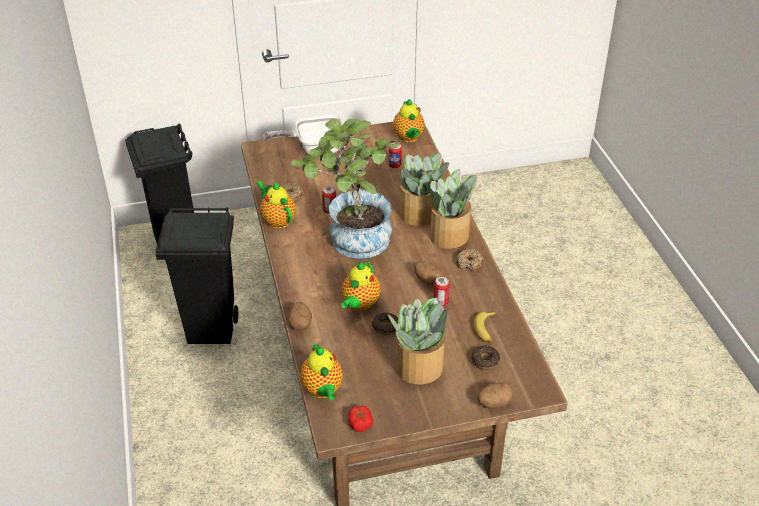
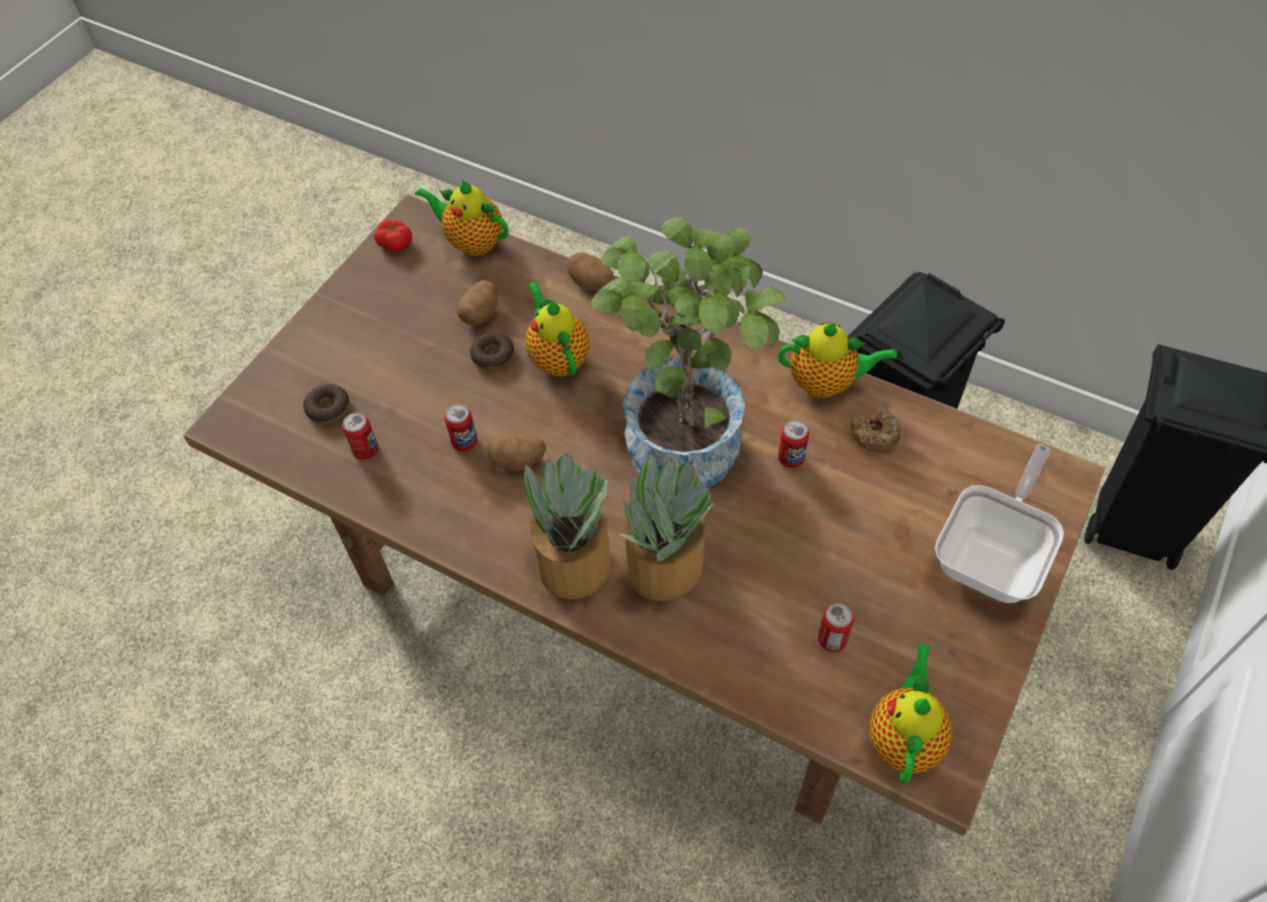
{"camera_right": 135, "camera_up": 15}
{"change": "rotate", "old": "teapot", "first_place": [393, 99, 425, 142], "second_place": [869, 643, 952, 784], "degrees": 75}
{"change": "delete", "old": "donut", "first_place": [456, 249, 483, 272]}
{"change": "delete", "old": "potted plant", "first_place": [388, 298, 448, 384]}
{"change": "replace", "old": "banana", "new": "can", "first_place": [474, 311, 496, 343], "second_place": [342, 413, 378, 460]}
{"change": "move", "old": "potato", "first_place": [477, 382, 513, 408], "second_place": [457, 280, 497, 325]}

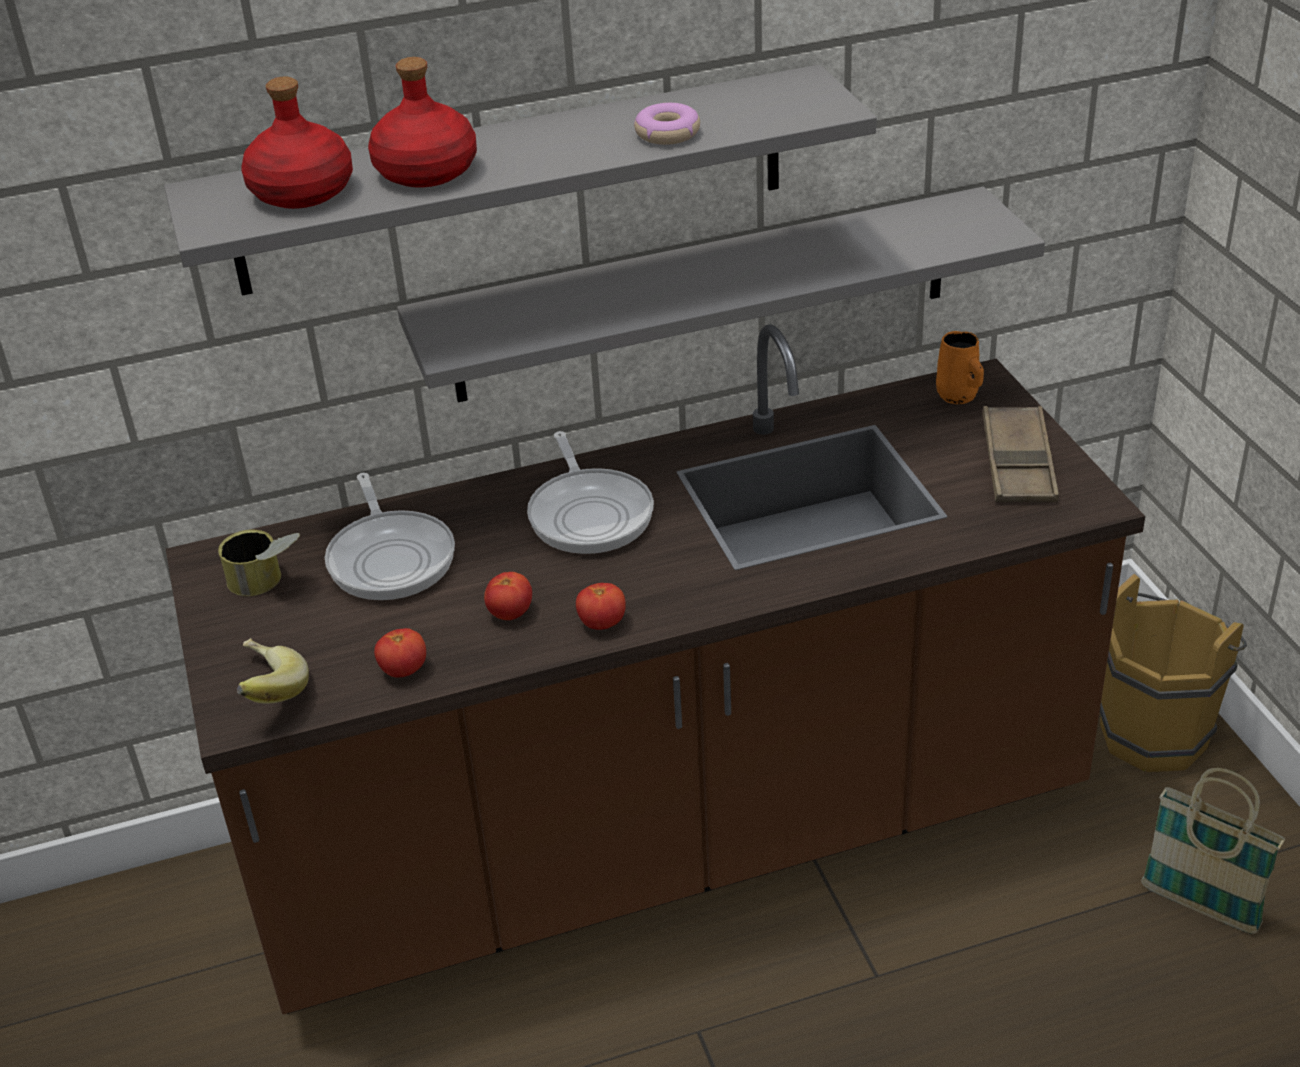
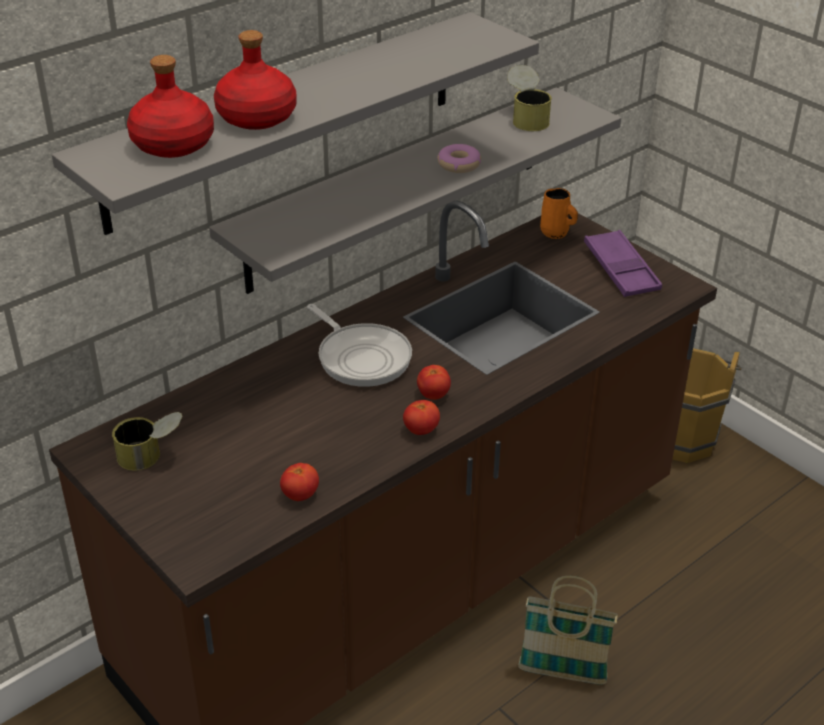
{"camera_right": -25, "camera_up": 0}
{"change": "move", "old": "donut", "first_place": [634, 103, 700, 145], "second_place": [437, 144, 481, 173]}
{"change": "recolor", "old": "brown tray", "new": "purple tray", "first_place": [982, 406, 1059, 503], "second_place": [584, 230, 662, 297]}
{"change": "delete", "old": "frying pan", "first_place": [325, 473, 455, 600]}
{"change": "move", "old": "tomato", "first_place": [484, 572, 532, 620], "second_place": [417, 365, 451, 400]}
{"change": "delete", "old": "banana", "first_place": [237, 638, 309, 704]}
{"change": "move", "old": "basket", "first_place": [1141, 768, 1285, 934], "second_place": [518, 576, 618, 685]}
{"change": "insert", "new": "can", "second_place": [507, 65, 552, 131]}

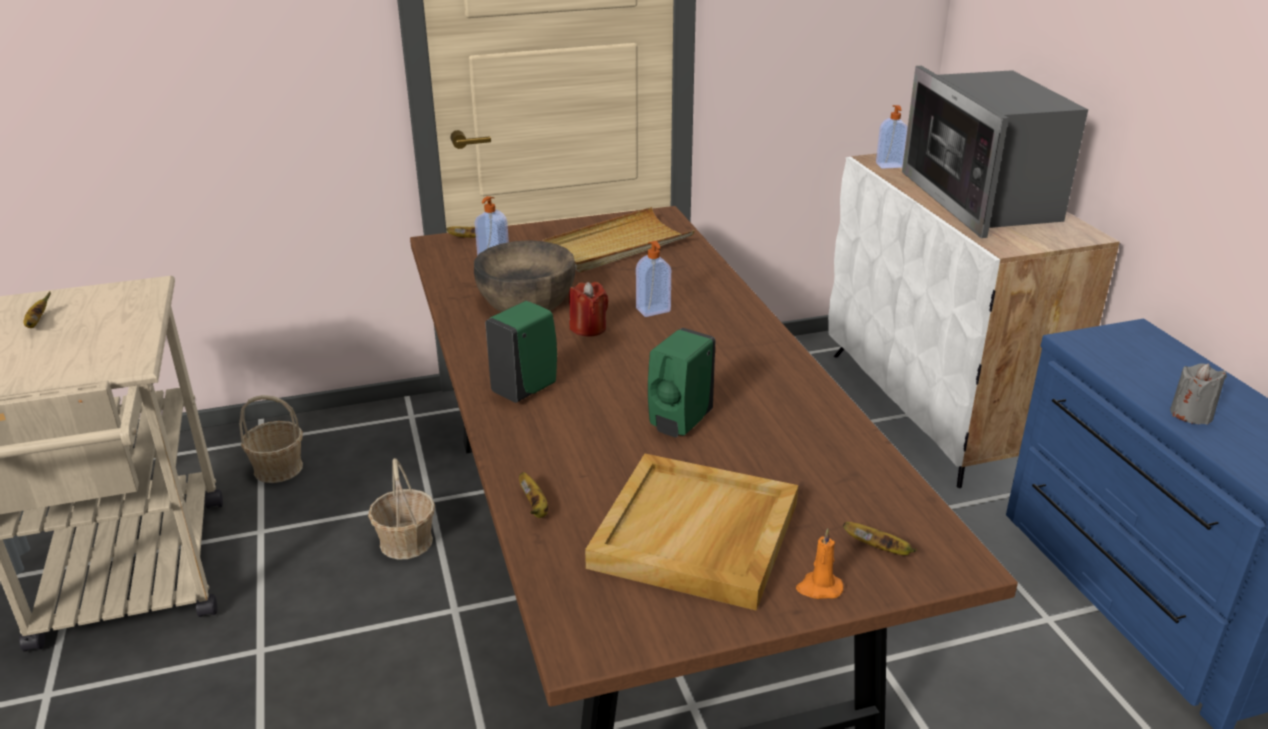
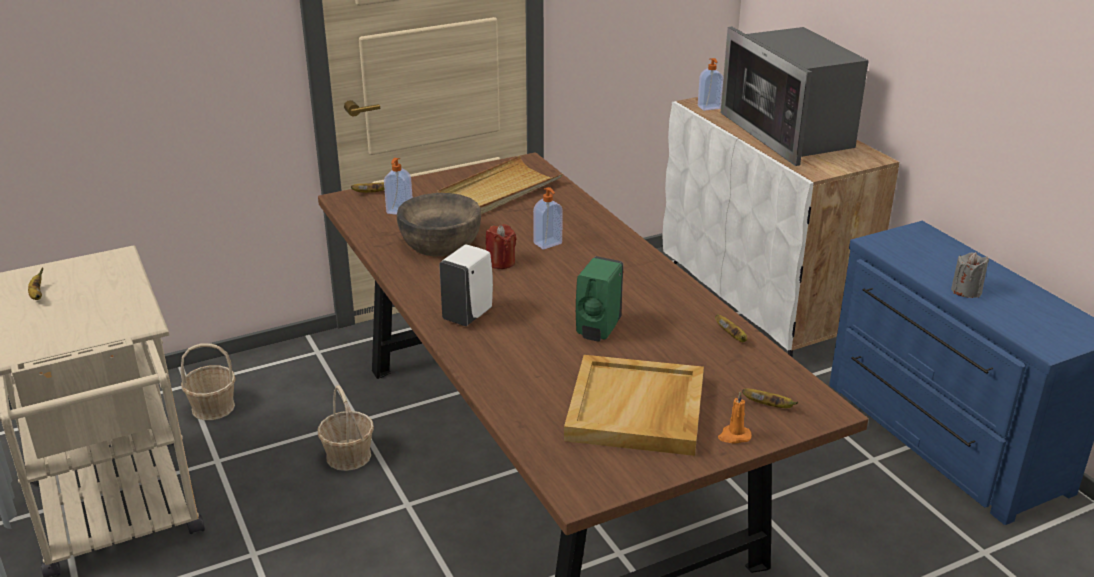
{"camera_right": -10, "camera_up": 0}
{"change": "recolor", "old": "green soap dispenser", "new": "white soap dispenser", "first_place": [485, 301, 557, 403], "second_place": [439, 244, 493, 326]}
{"change": "move", "old": "banana", "first_place": [519, 472, 548, 518], "second_place": [715, 315, 747, 342]}

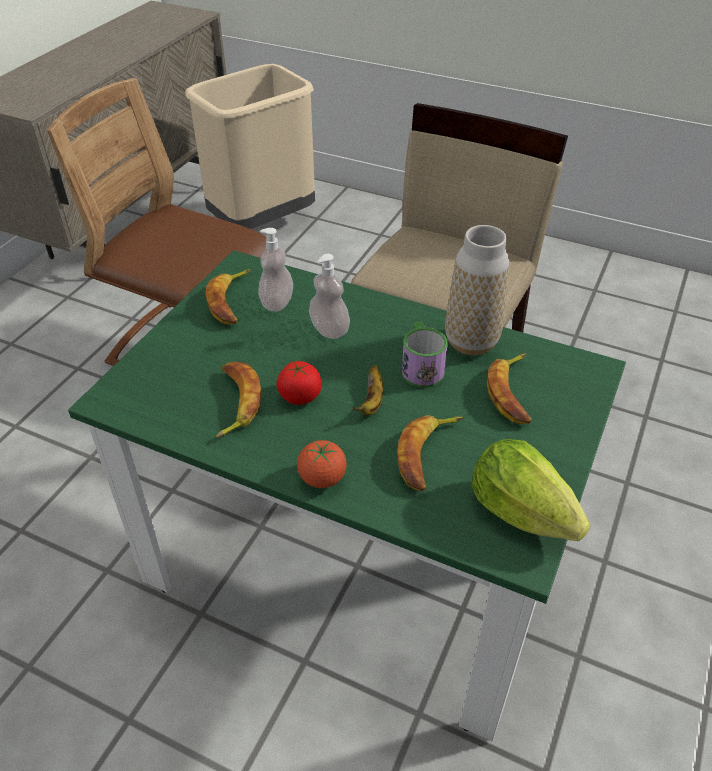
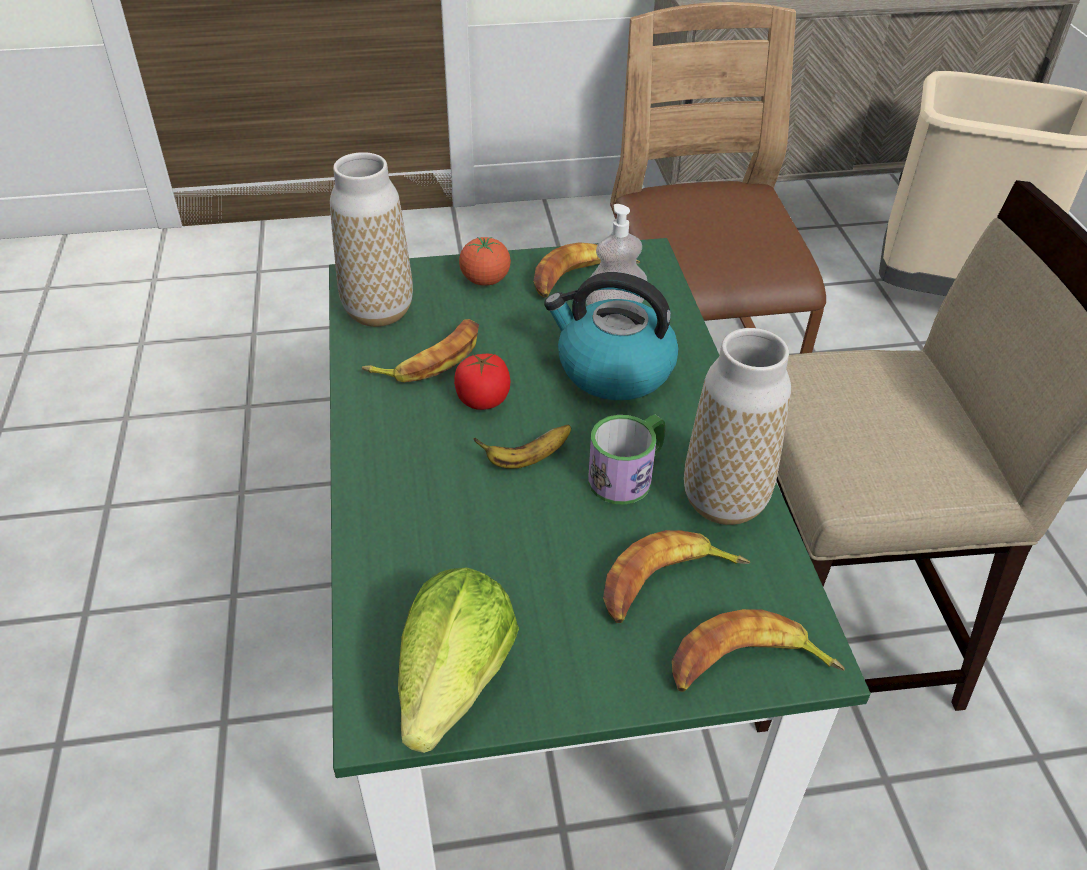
{"camera_right": 55, "camera_up": 0}
{"change": "replace", "old": "soap dispenser", "new": "kettle", "first_place": [309, 254, 350, 339], "second_place": [544, 272, 679, 400]}
{"change": "move", "old": "banana", "first_place": [397, 415, 464, 492], "second_place": [672, 609, 845, 692]}
{"change": "move", "old": "tomato", "first_place": [297, 440, 347, 488], "second_place": [459, 237, 511, 286]}
{"change": "insert", "new": "vase", "second_place": [330, 152, 413, 327]}

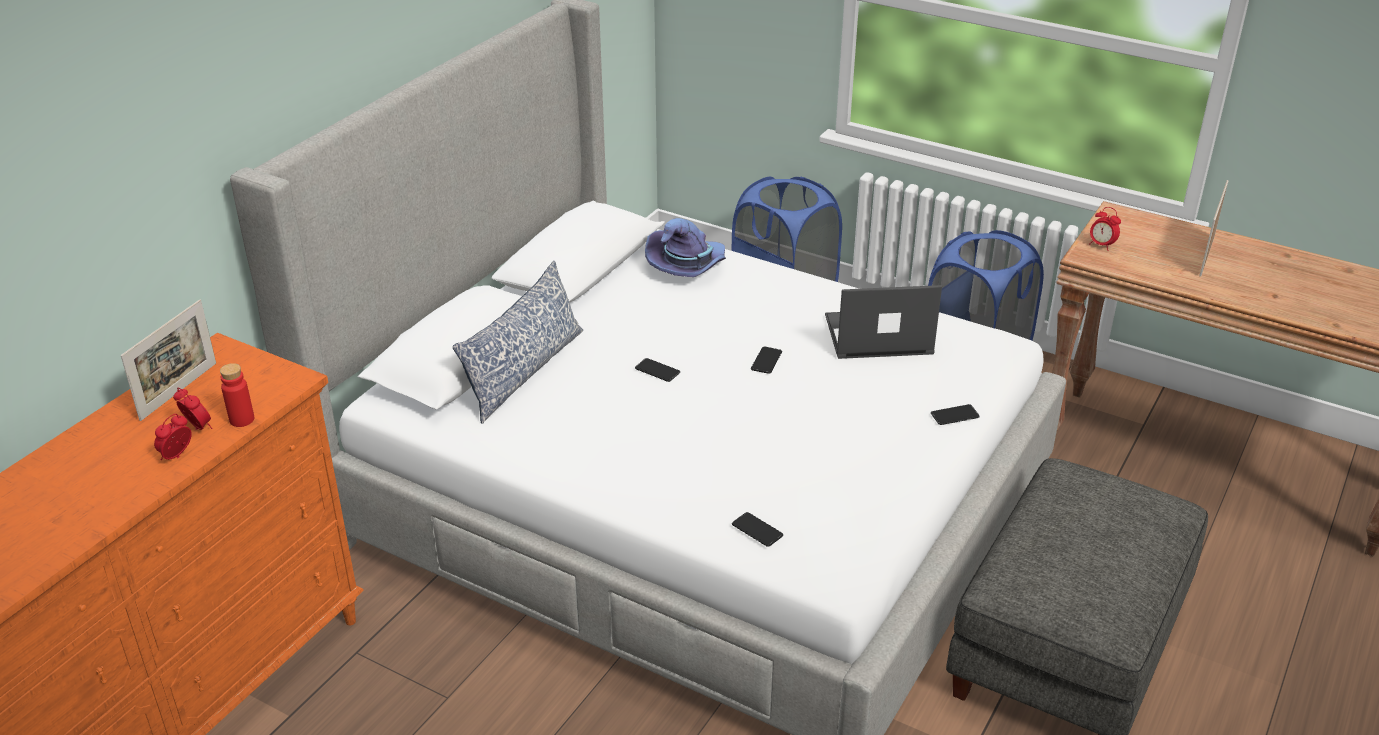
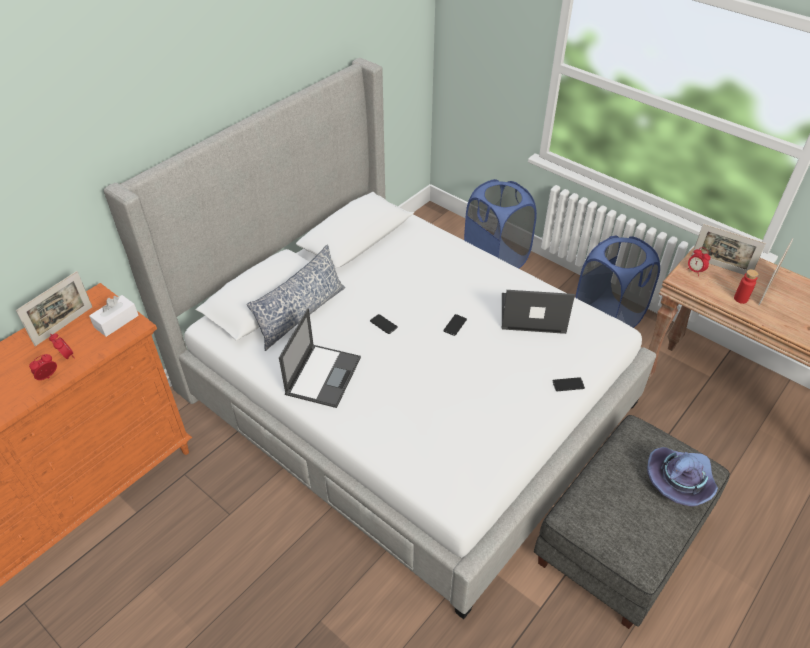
{"camera_right": 10, "camera_up": 10}
{"change": "move", "old": "purple hat", "first_place": [645, 218, 726, 277], "second_place": [647, 447, 718, 507]}
{"change": "move", "old": "red bottle", "first_place": [220, 363, 254, 427], "second_place": [734, 269, 759, 304]}
{"change": "delete", "old": "phone", "first_place": [732, 512, 783, 547]}
{"change": "insert", "new": "picture frame", "second_place": [691, 224, 766, 275]}
{"change": "insert", "new": "white tissue box", "second_place": [89, 295, 139, 337]}
{"change": "insert", "new": "laptop", "second_place": [279, 308, 361, 408]}

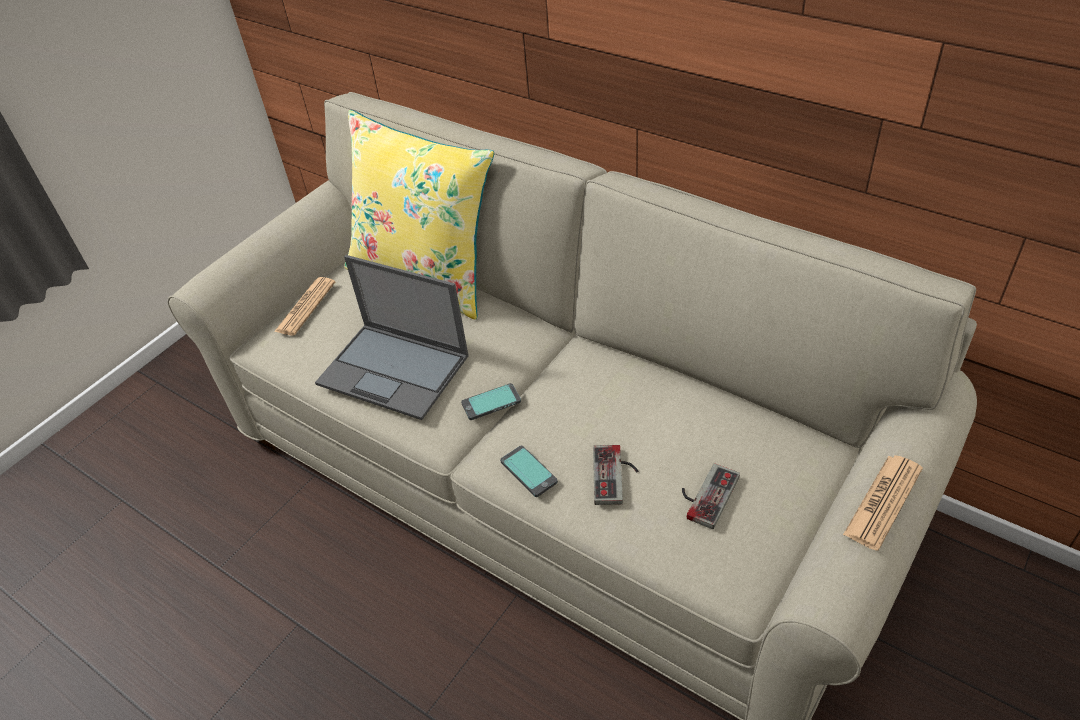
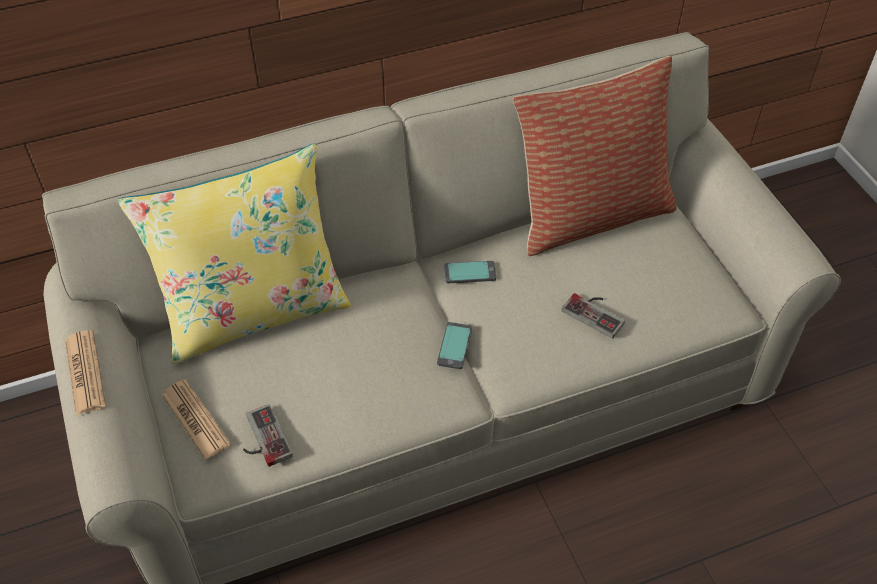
{"camera_right": -60, "camera_up": 5}
{"change": "delete", "old": "laptop", "first_place": [315, 255, 469, 420]}
{"change": "move", "old": "phone", "first_place": [500, 446, 558, 497], "second_place": [444, 261, 496, 283]}
{"change": "move", "old": "newspaper", "first_place": [843, 455, 923, 551], "second_place": [65, 330, 106, 415]}
{"change": "move", "old": "game controller", "first_place": [682, 463, 740, 529], "second_place": [243, 404, 293, 467]}
{"change": "insert", "new": "pillow", "second_place": [513, 56, 676, 256]}

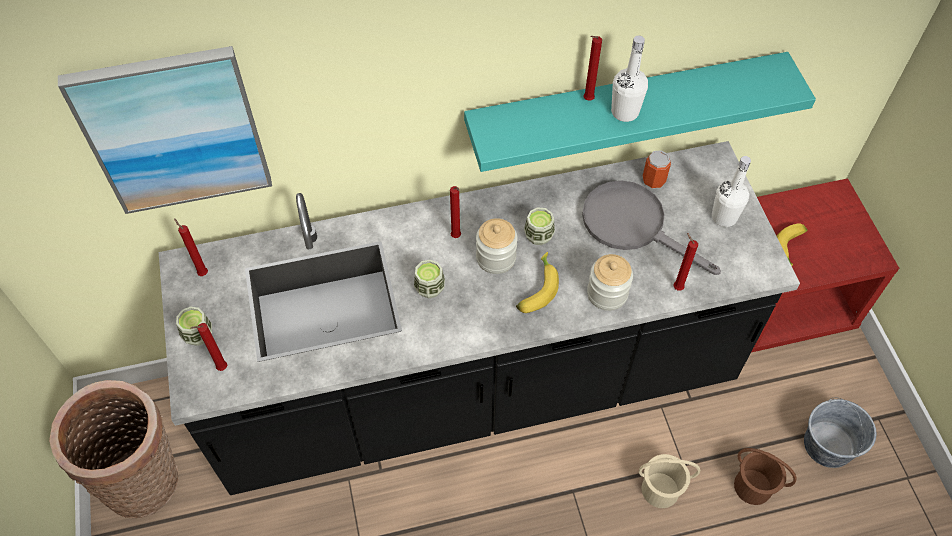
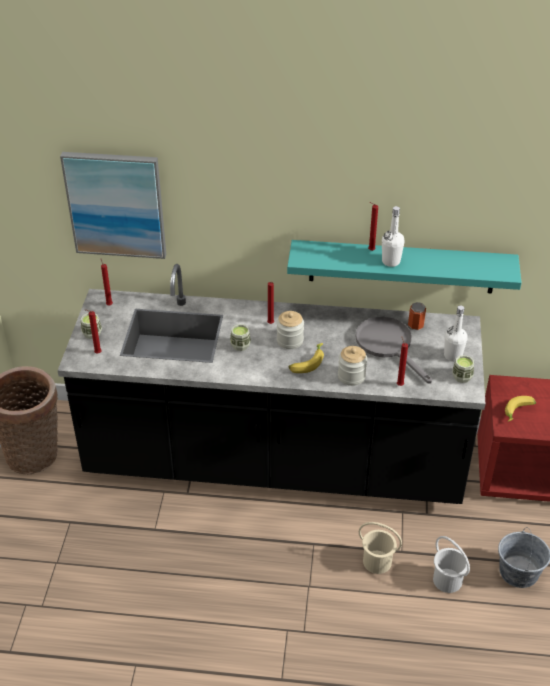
{"camera_right": 20, "camera_up": -15}
{"change": "move", "old": "cup", "first_place": [524, 207, 555, 245], "second_place": [453, 355, 474, 383]}
{"change": "recolor", "old": "brown bucket", "new": "white bucket", "first_place": [734, 448, 796, 505], "second_place": [433, 536, 470, 593]}

